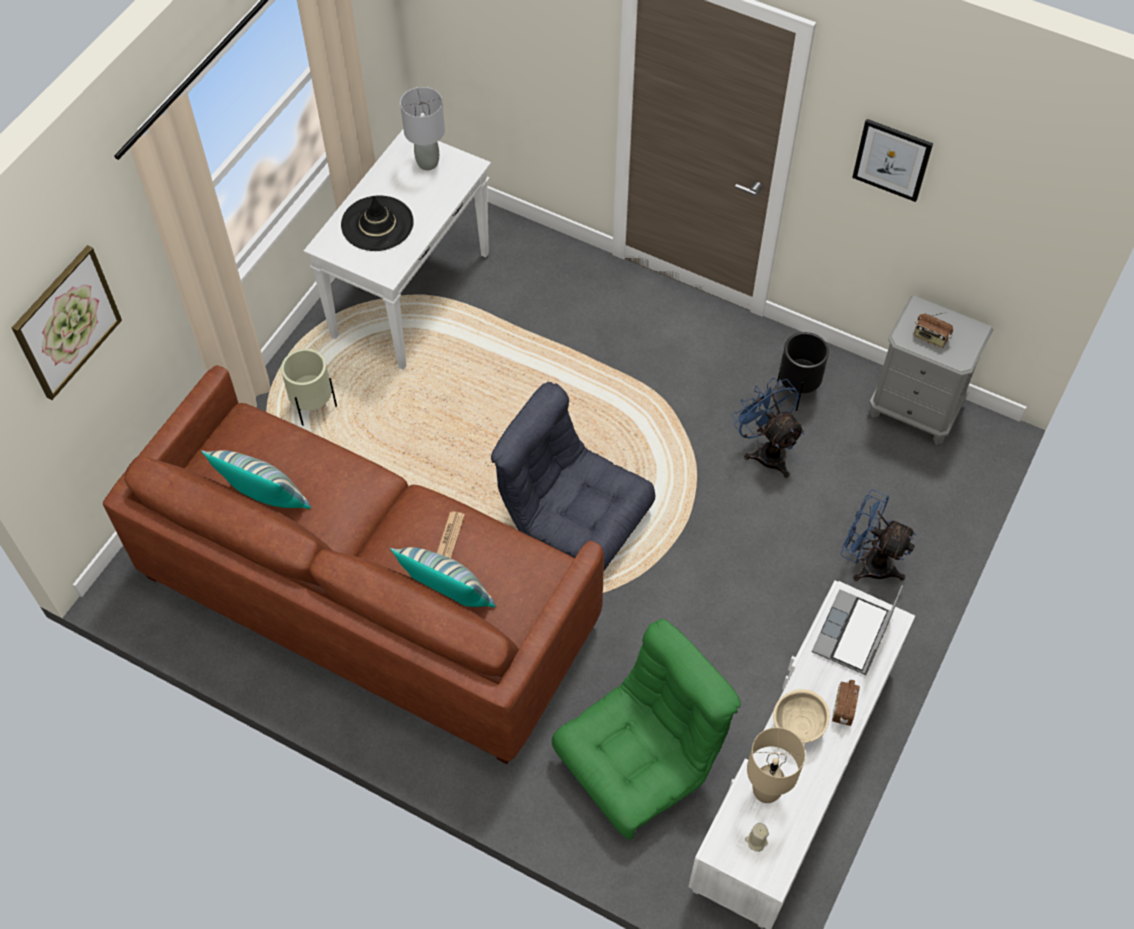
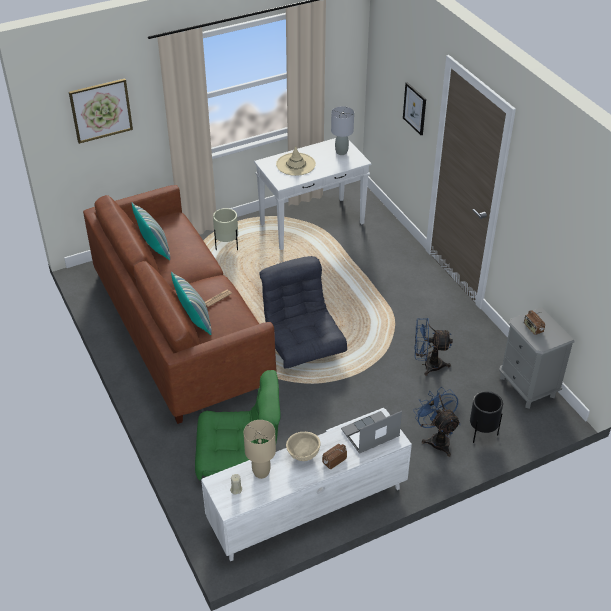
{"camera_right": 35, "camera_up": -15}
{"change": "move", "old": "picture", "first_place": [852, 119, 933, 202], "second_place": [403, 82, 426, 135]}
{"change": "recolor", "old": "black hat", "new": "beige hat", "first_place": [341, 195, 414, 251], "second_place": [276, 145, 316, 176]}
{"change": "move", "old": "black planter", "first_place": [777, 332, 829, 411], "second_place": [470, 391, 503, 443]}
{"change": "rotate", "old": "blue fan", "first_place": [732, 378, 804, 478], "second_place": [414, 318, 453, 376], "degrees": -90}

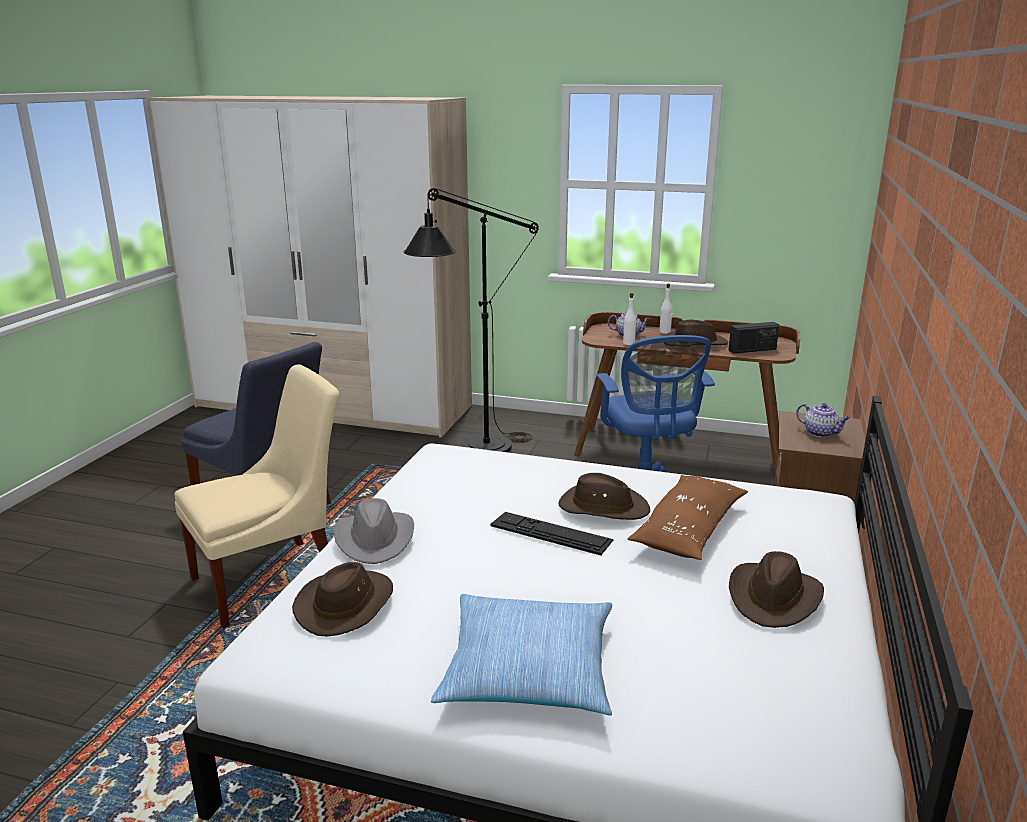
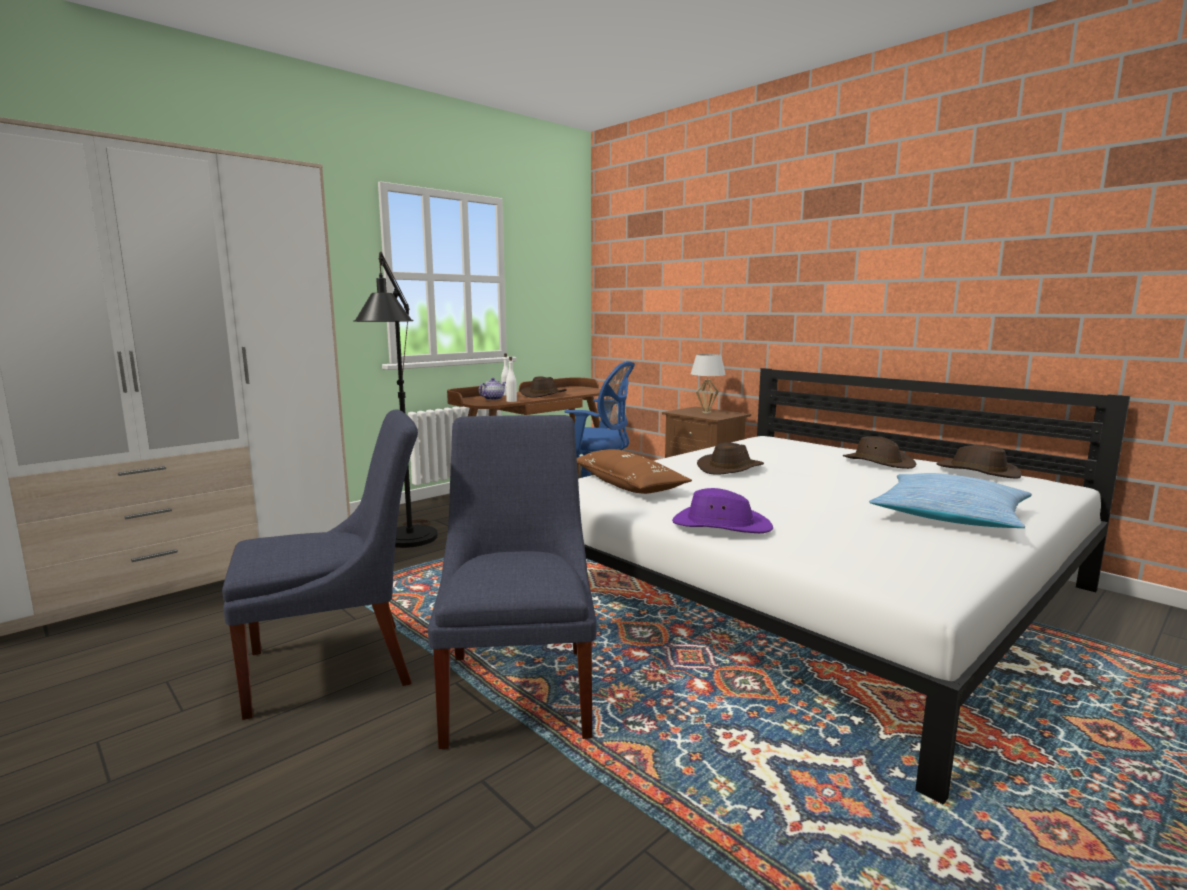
{"camera_right": -60, "camera_up": -10}
{"change": "delete", "old": "radio", "first_place": [728, 322, 779, 354]}
{"change": "recolor", "old": "beige chair", "new": "blue chair", "first_place": [174, 364, 339, 628], "second_place": [428, 415, 596, 749]}
{"change": "replace", "old": "teapot", "new": "white table lamp", "first_place": [796, 403, 850, 437], "second_place": [691, 354, 726, 413]}
{"change": "move", "old": "brown pillow", "first_place": [628, 475, 748, 560], "second_place": [577, 449, 692, 494]}
{"change": "recolor", "old": "grey hat", "new": "purple hat", "first_place": [333, 498, 414, 564], "second_place": [672, 488, 773, 533]}
{"change": "delete", "old": "keyboard", "first_place": [490, 512, 614, 555]}
{"change": "move", "old": "brown hat", "first_place": [292, 562, 393, 636], "second_place": [936, 445, 1022, 479]}

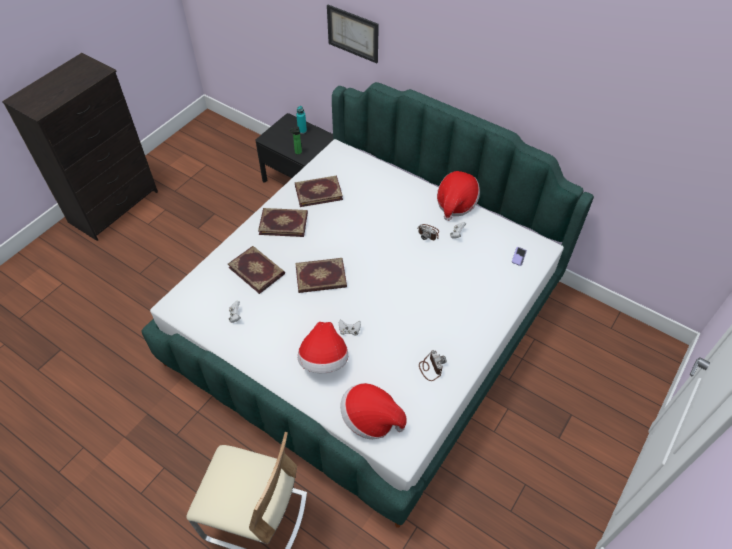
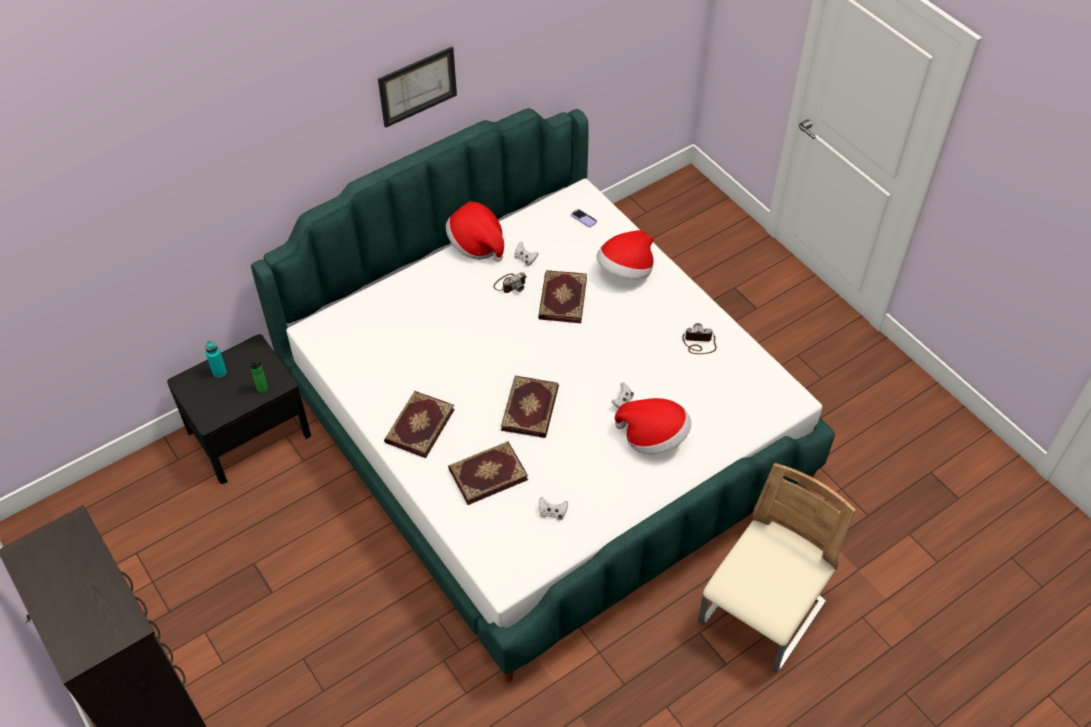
{"camera_right": -70, "camera_up": 0}
{"change": "move", "old": "picture", "first_place": [327, 5, 379, 63], "second_place": [378, 47, 457, 128]}
{"change": "move", "old": "book", "first_place": [295, 176, 343, 207], "second_place": [538, 270, 587, 323]}
{"change": "move", "old": "hat", "first_place": [340, 383, 407, 439], "second_place": [597, 230, 654, 279]}

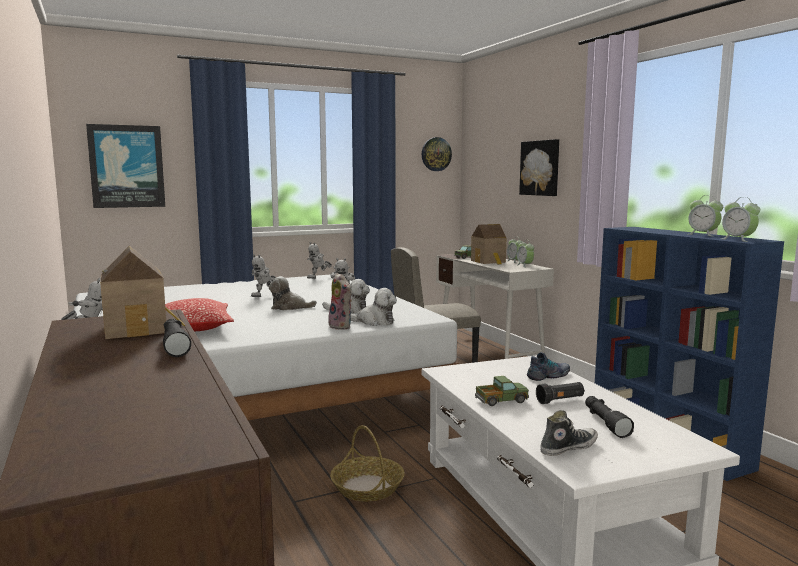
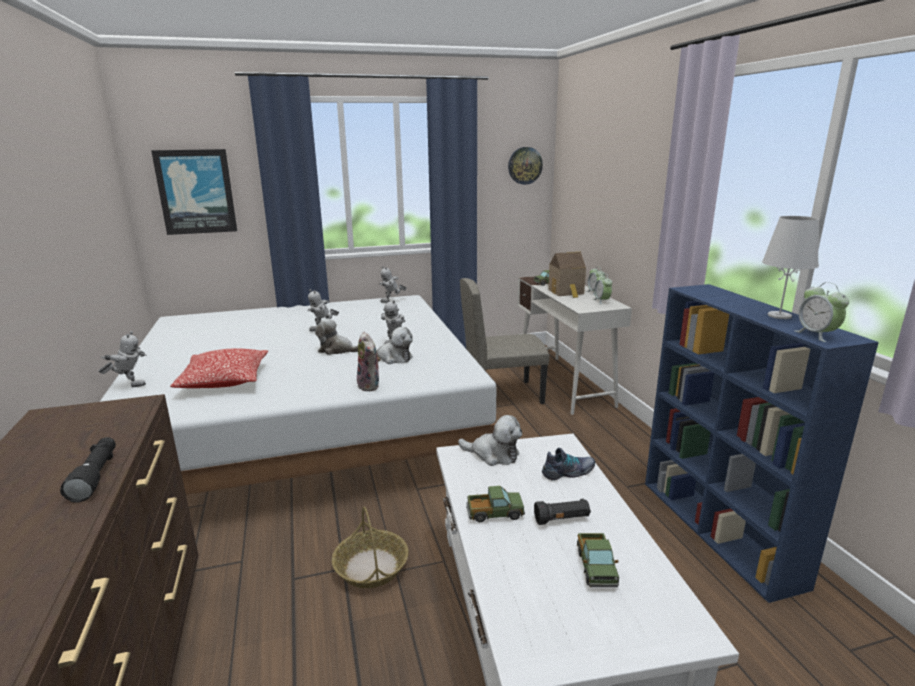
{"camera_right": 10, "camera_up": 10}
{"change": "delete", "old": "picture", "first_place": [519, 139, 559, 196]}
{"change": "replace", "old": "alarm clock", "new": "white table lamp", "first_place": [688, 195, 723, 236], "second_place": [762, 216, 819, 319]}
{"change": "delete", "old": "toy house", "first_place": [100, 246, 185, 339]}
{"change": "move", "old": "plush toy", "first_place": [351, 288, 397, 326], "second_place": [458, 415, 522, 466]}
{"change": "replace", "old": "black flashlight", "new": "toy truck", "first_place": [585, 396, 634, 438], "second_place": [577, 533, 619, 587]}
{"change": "delete", "old": "shoe", "first_place": [541, 410, 598, 456]}

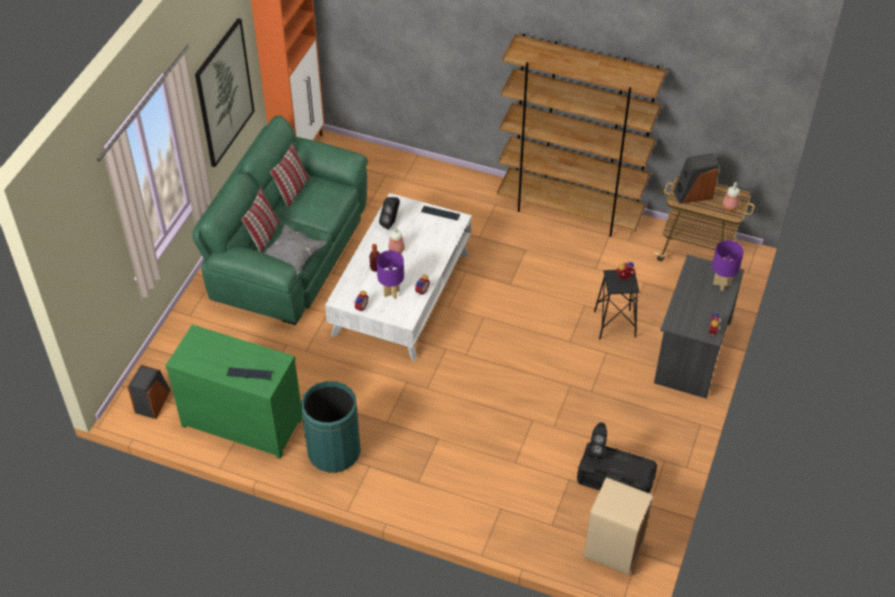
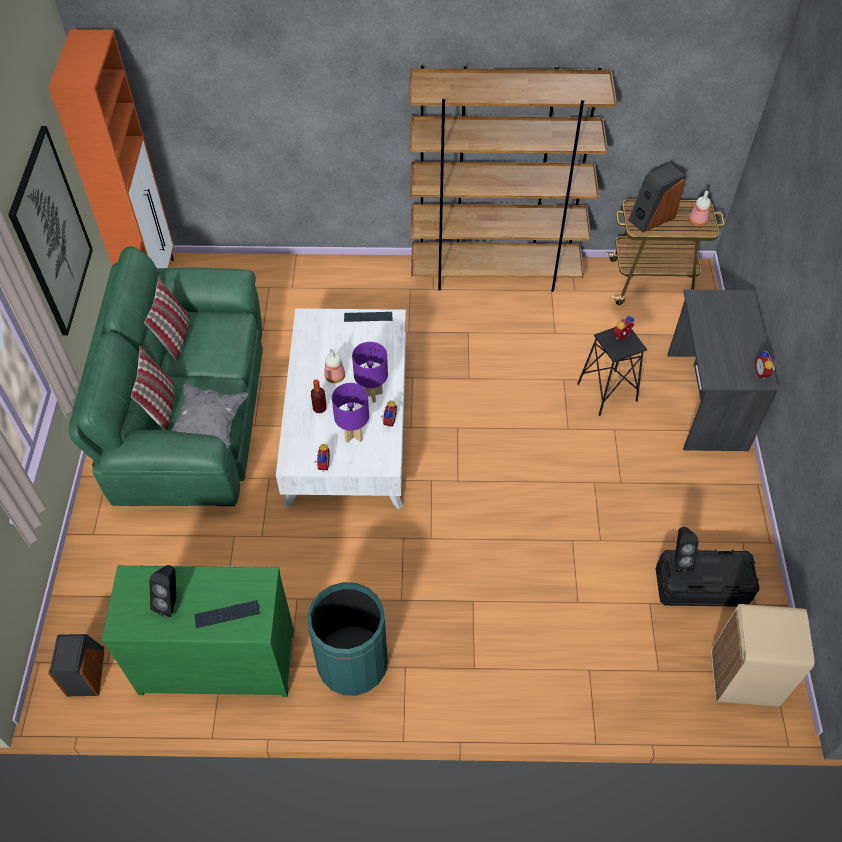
{"camera_right": -20, "camera_up": 5}
{"change": "move", "old": "black speaker", "first_place": [379, 197, 400, 230], "second_place": [149, 565, 176, 617]}
{"change": "move", "old": "purple table lamp", "first_place": [712, 240, 744, 291], "second_place": [352, 342, 388, 403]}

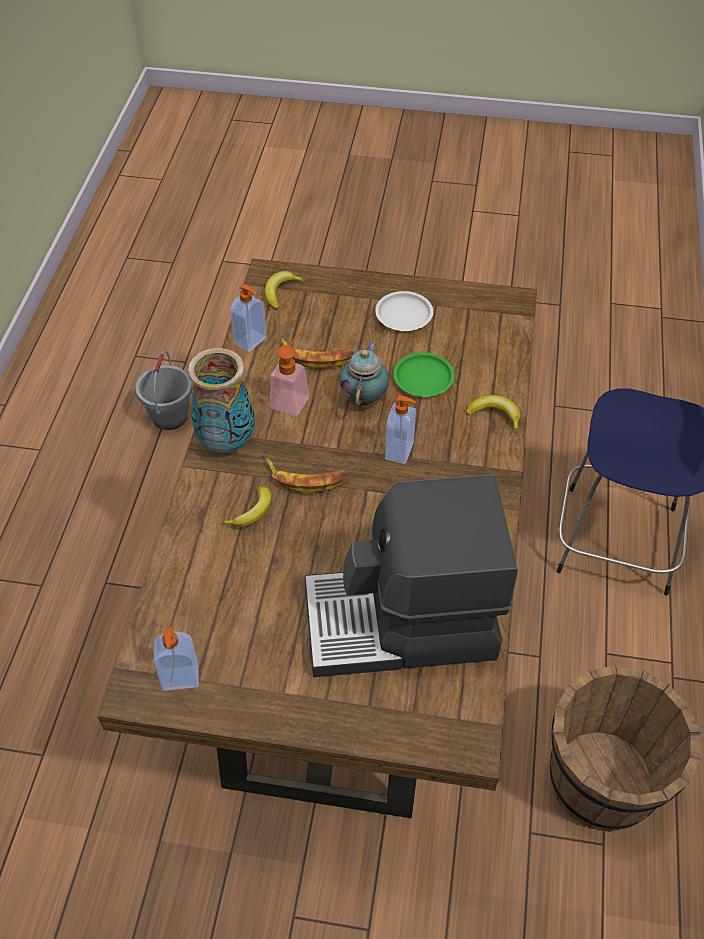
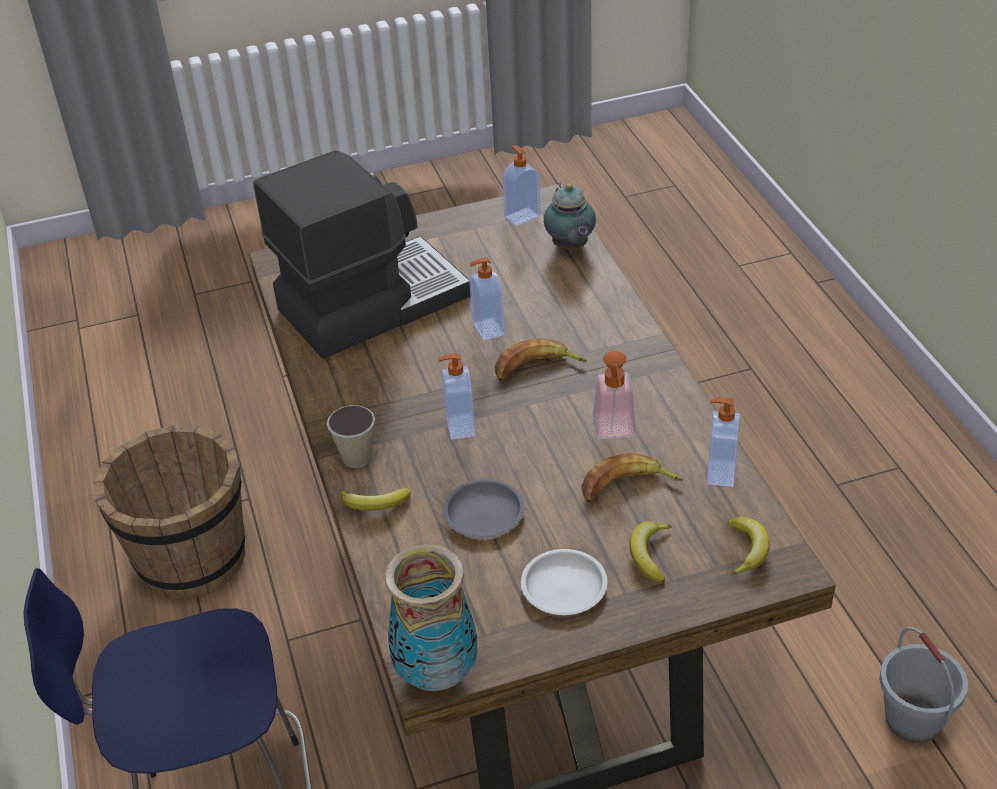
{"camera_right": 155, "camera_up": -10}
{"change": "move", "old": "teapot", "first_place": [339, 341, 389, 408], "second_place": [544, 182, 596, 250]}
{"change": "move", "old": "vase", "first_place": [188, 348, 255, 452], "second_place": [385, 544, 478, 691]}
{"change": "recolor", "old": "green plate", "new": "grey plate", "first_place": [393, 352, 455, 397], "second_place": [443, 479, 525, 538]}
{"change": "move", "old": "banana", "first_place": [221, 486, 272, 527], "second_place": [629, 521, 672, 583]}
{"change": "insert", "new": "soap dispenser", "second_place": [469, 257, 505, 341]}
{"change": "insert", "new": "cup", "second_place": [327, 405, 375, 468]}

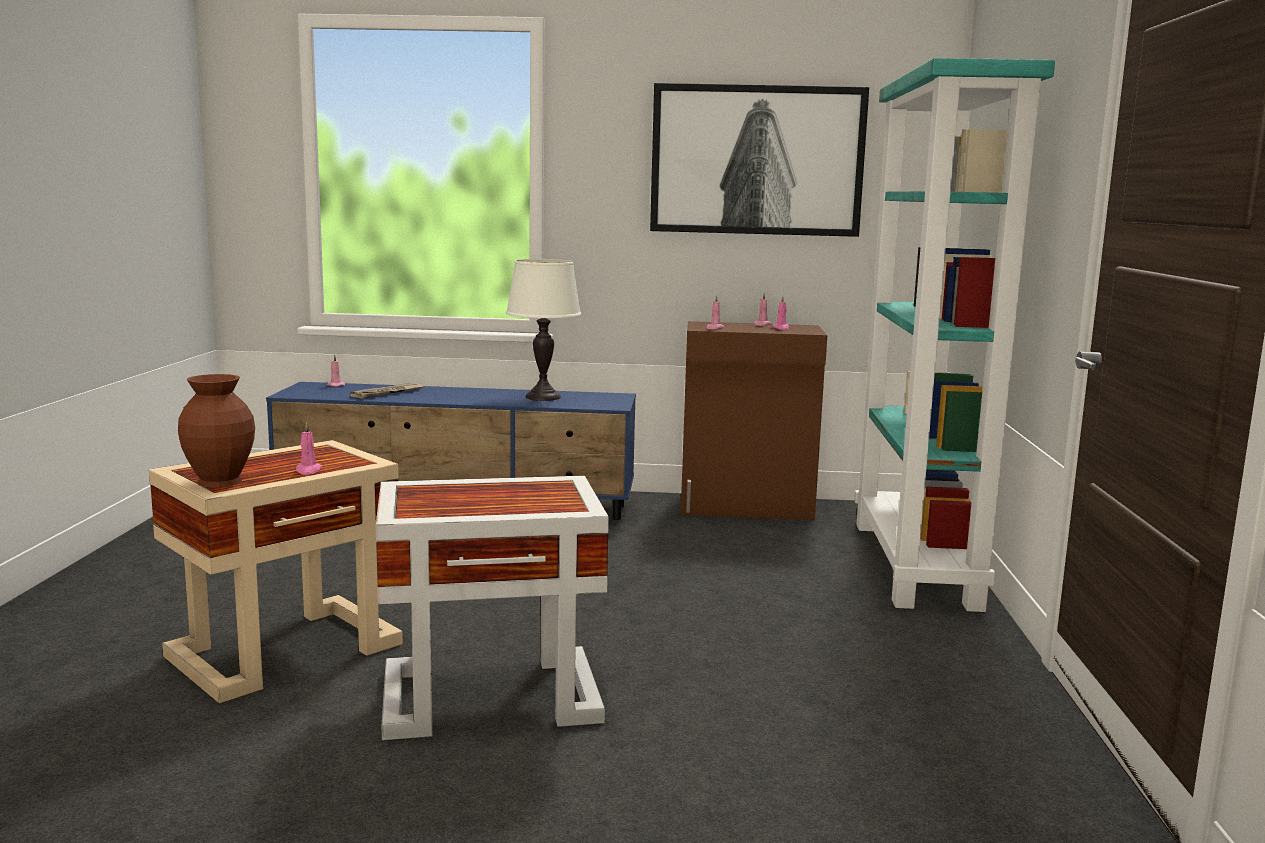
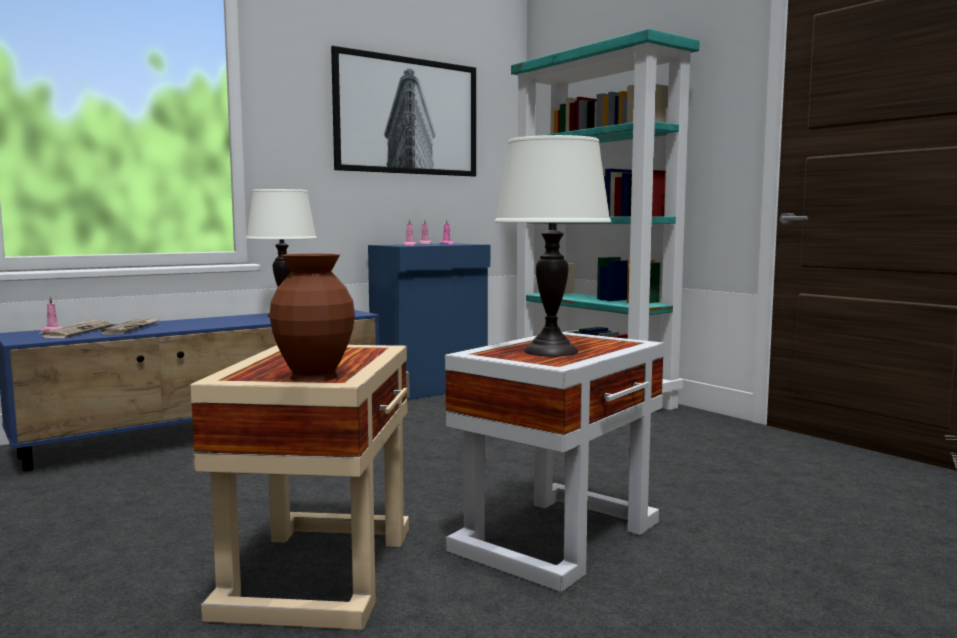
{"camera_right": -40, "camera_up": -5}
{"change": "recolor", "old": "brown cabinet", "new": "blue cabinet", "first_place": [681, 321, 827, 520], "second_place": [368, 243, 490, 400]}
{"change": "delete", "old": "pink candle", "first_place": [296, 422, 322, 475]}
{"change": "insert", "new": "white table lamp", "second_place": [495, 135, 611, 356]}
{"change": "insert", "new": "newspaper", "second_place": [39, 318, 114, 338]}

